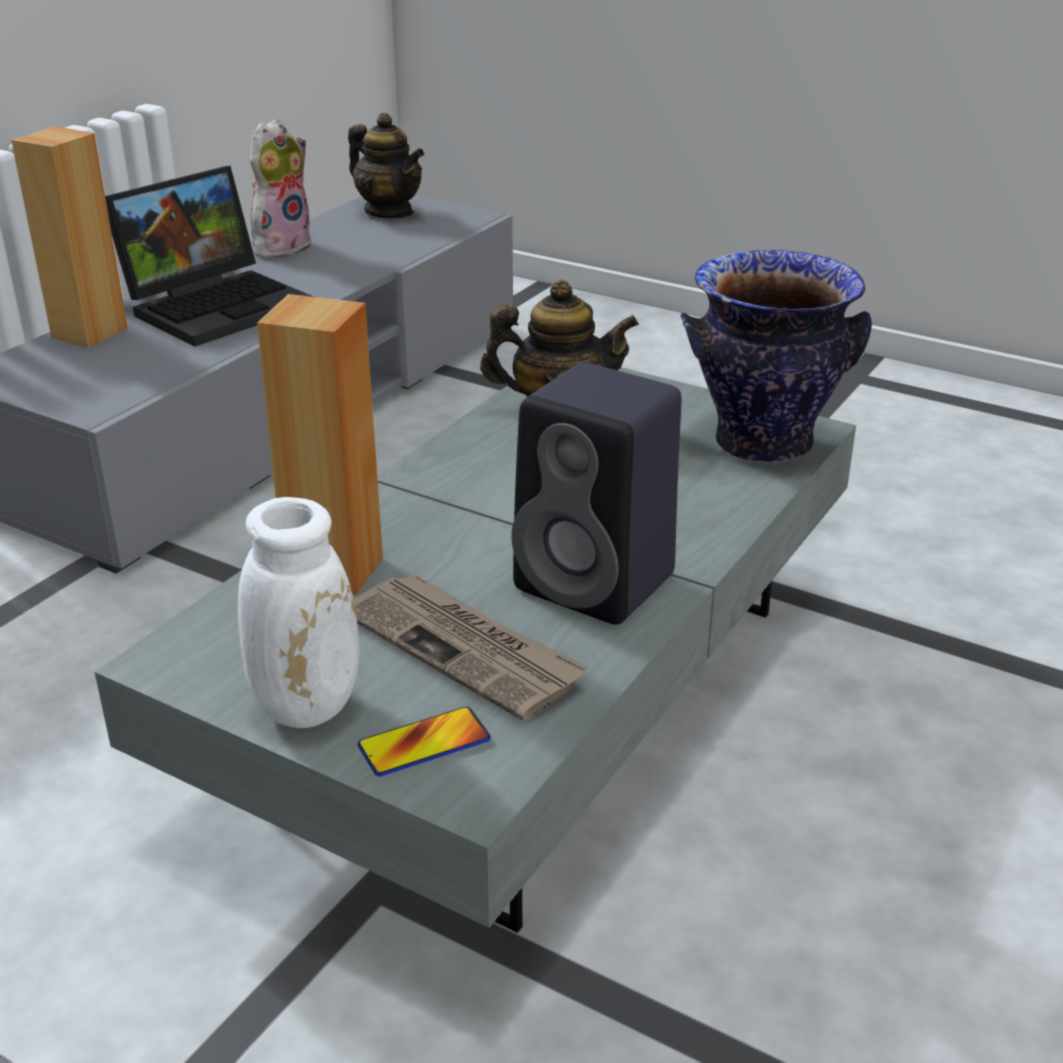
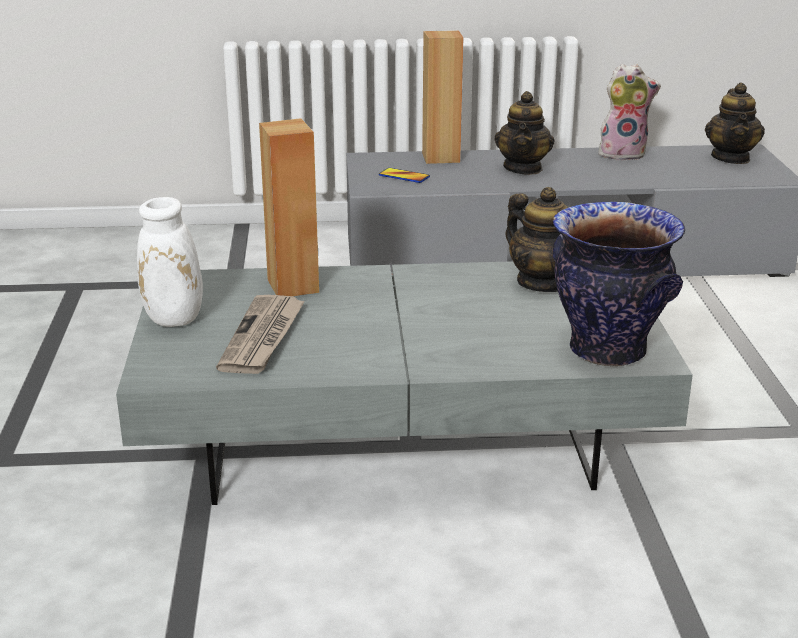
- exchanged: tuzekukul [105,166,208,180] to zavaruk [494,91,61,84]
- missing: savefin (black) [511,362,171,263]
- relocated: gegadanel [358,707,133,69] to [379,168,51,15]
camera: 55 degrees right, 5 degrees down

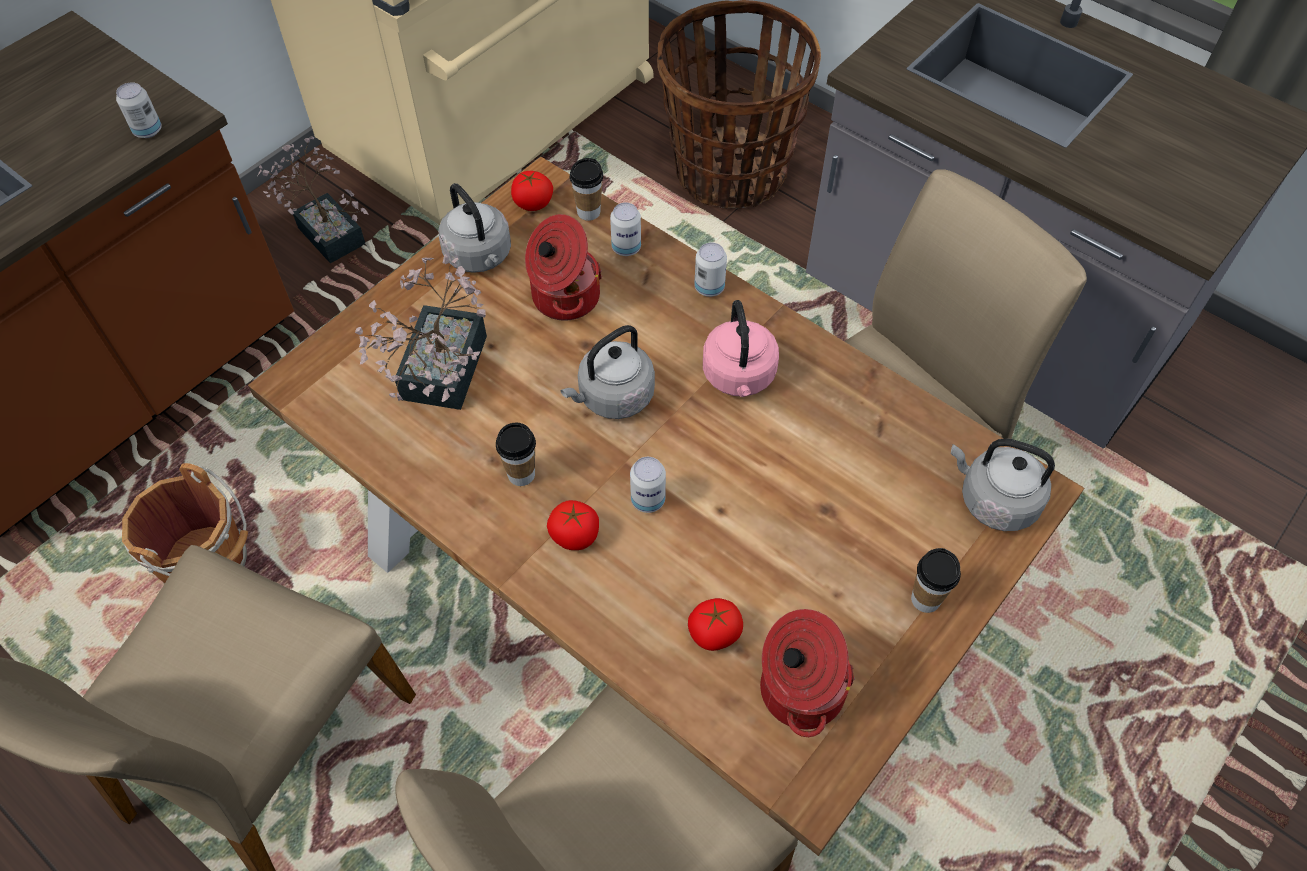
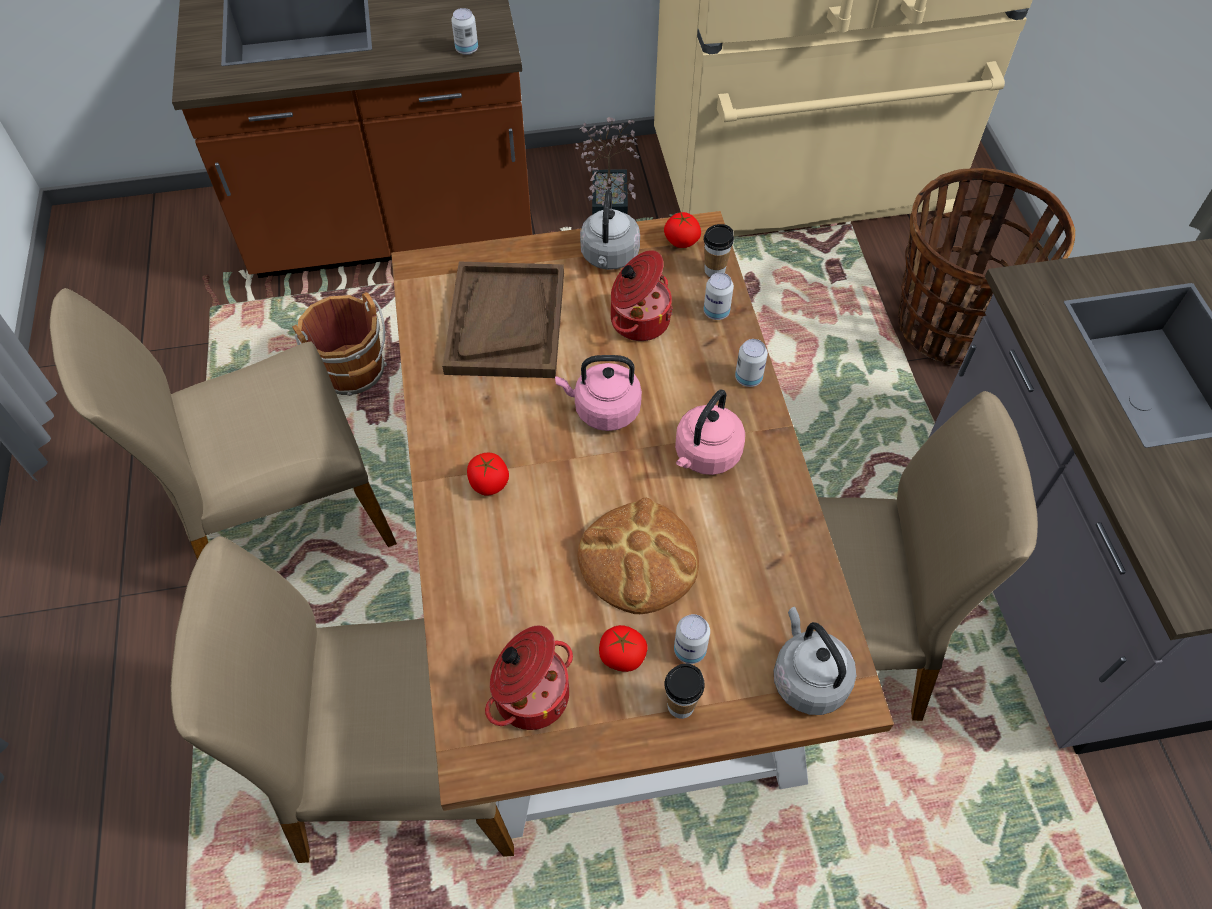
- exchanged: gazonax [355,254,132,156] to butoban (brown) [442,262,122,116]
- colour: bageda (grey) [561,325,94,94] to bageda (pink) [555,355,87,76]
- missing: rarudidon [496,423,40,63]
- relocated: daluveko [630,457,36,56] to [674,614,36,50]
- relocated: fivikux [688,598,55,53] to [599,625,48,47]
- appeared: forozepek [577,498,122,116]
camera: 40 degrees right, 0 degrees up

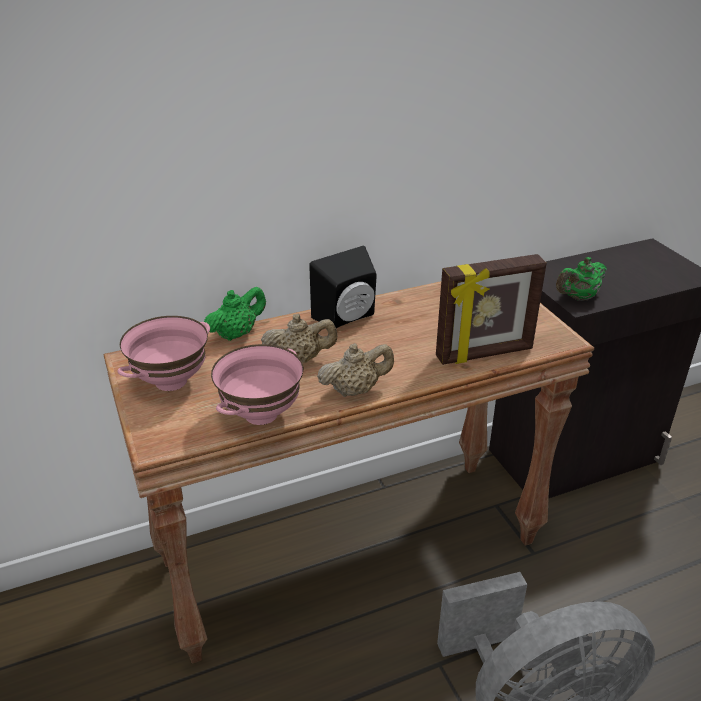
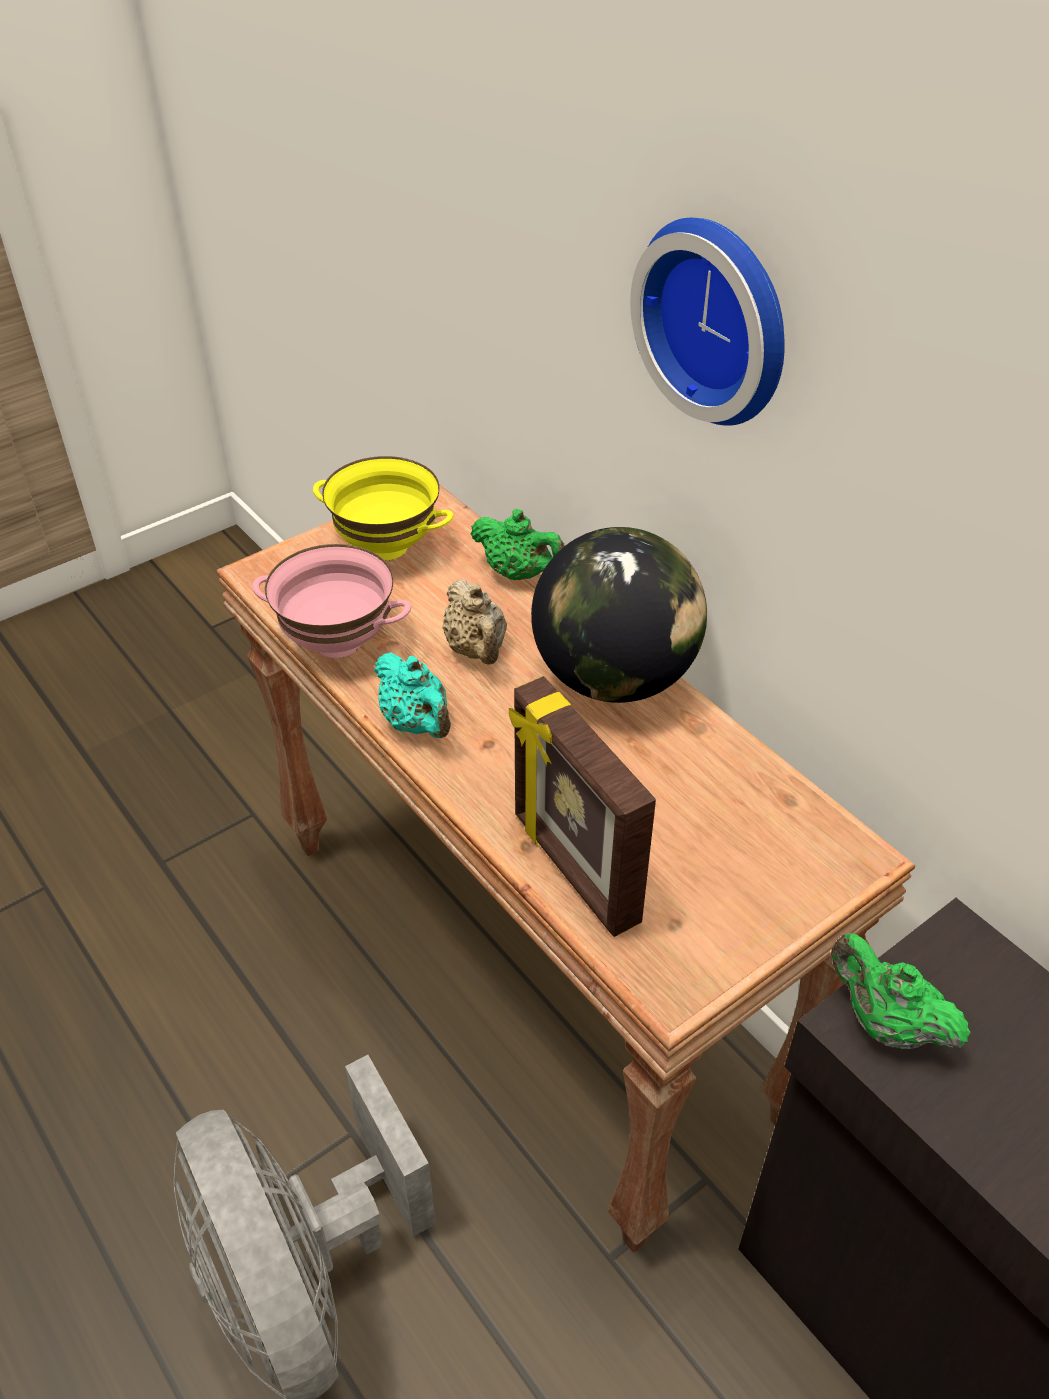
- exchanged: savefin (black) [309,246,68,82] to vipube [531,527,176,176]
- colour: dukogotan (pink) [117,316,93,75] to dukogotan (yellow) [313,456,140,104]
- colour: zavaruk (beige) [317,343,77,54] to zavaruk (turquoise) [374,652,77,86]
- appeared: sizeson [630,218,155,208]
camera: 75 degrees right, 10 degrees up

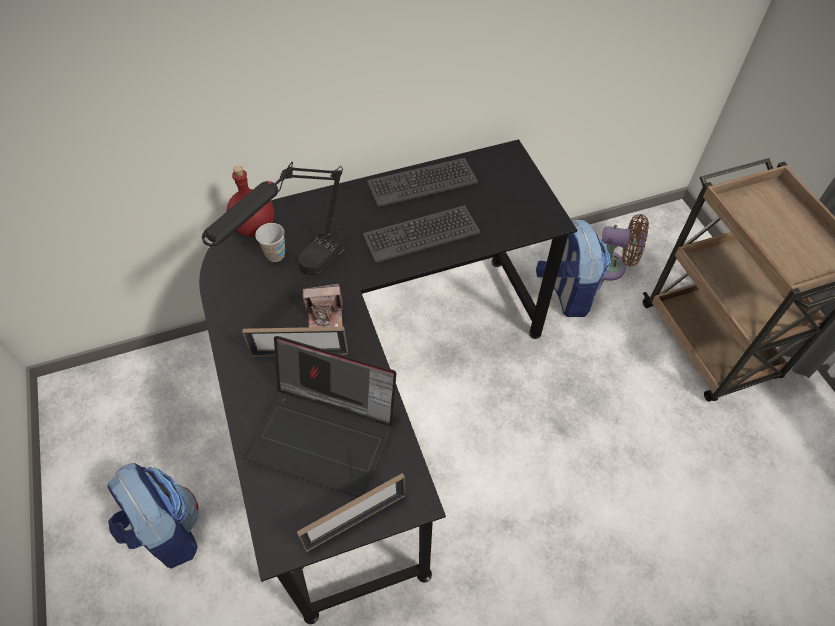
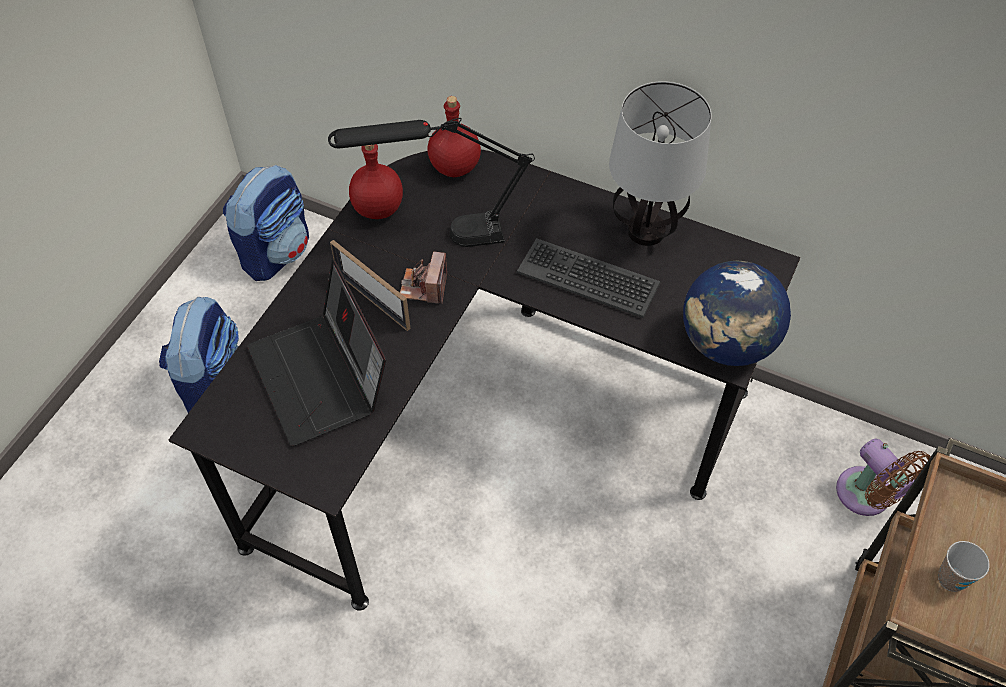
- exchanged: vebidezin [367,158,111,49] to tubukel [609,81,103,165]
- relocated: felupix [536,219,75,98] to [223,165,86,116]
- relocated: rarudidon [255,223,30,39] to [938,541,52,51]
- spun: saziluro [302,284,41,43] = [400,252,47,52] 60 degrees clockwise
- missing: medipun [297,473,109,79]
- appeared: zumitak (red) [349,144,54,75]
- appeared: vipube [683,261,108,105]
camera: 45 degrees right, 0 degrees up

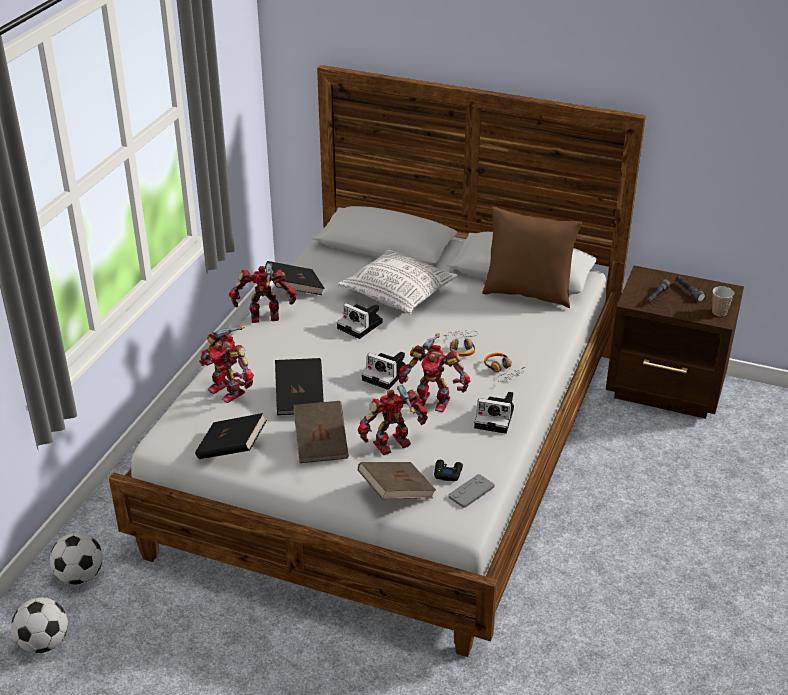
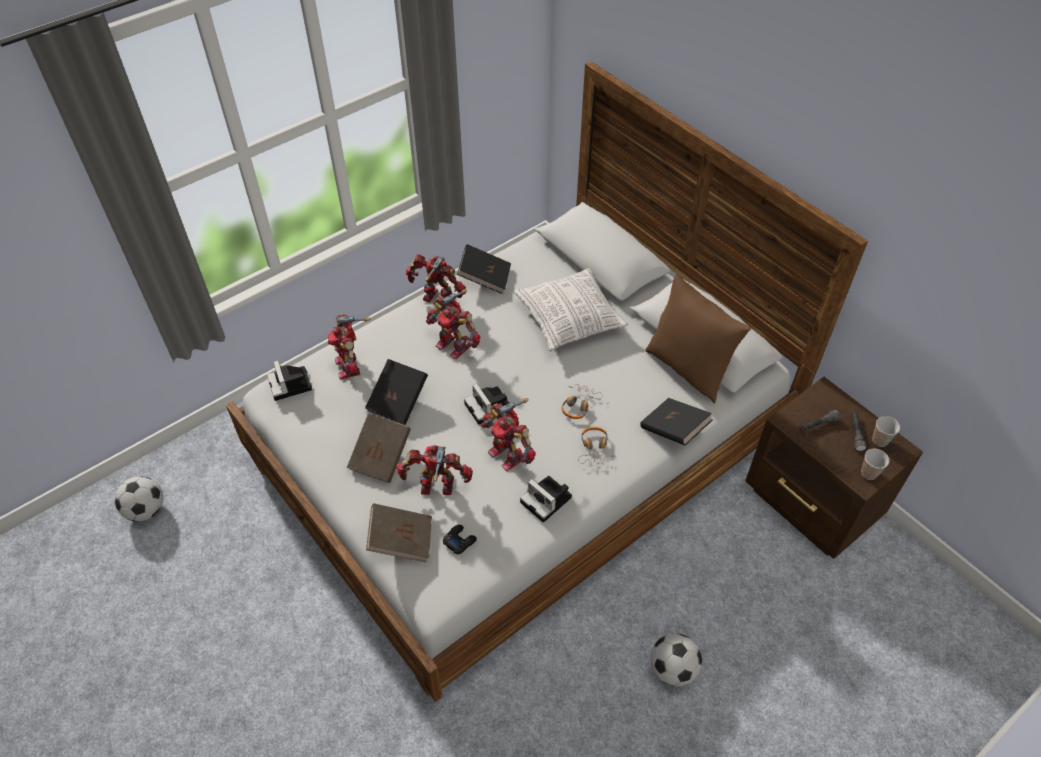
- relocated: saziluro [337,303,46,36] to [267,360,45,41]
- relocated: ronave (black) [195,413,72,46] to [640,398,73,47]
- missing: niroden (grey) [448,474,46,34]
- relocated: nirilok [50,533,53,52] to [651,633,51,53]
- appeared: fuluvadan [426,289,55,70]
- appeared: rarudidon [872,416,28,31]
camera: 30 degrees right, 15 degrees up

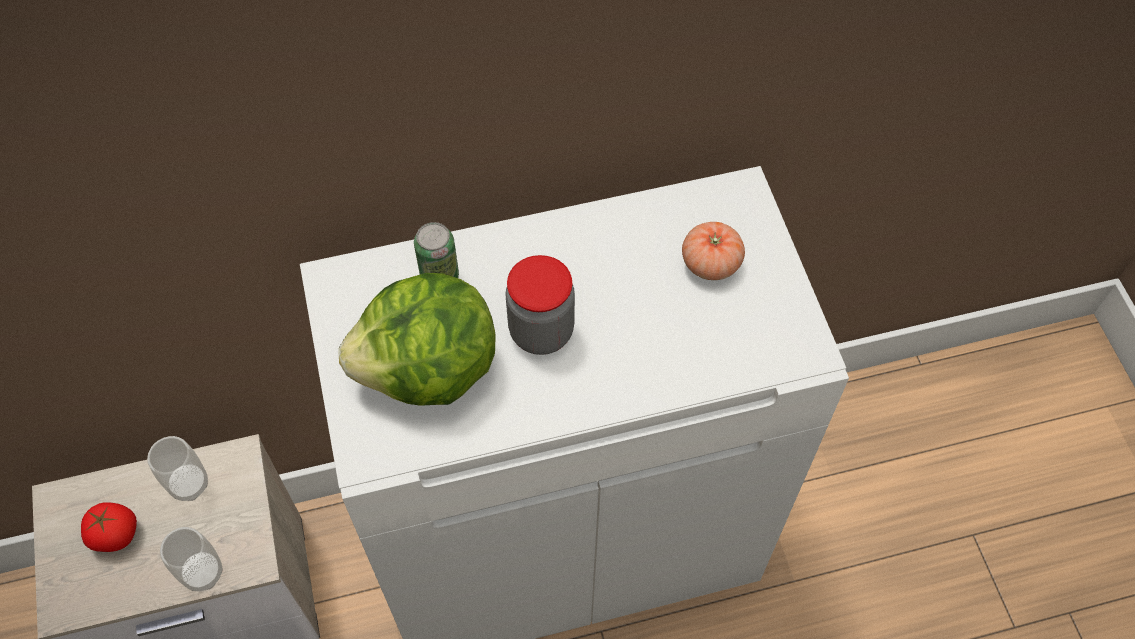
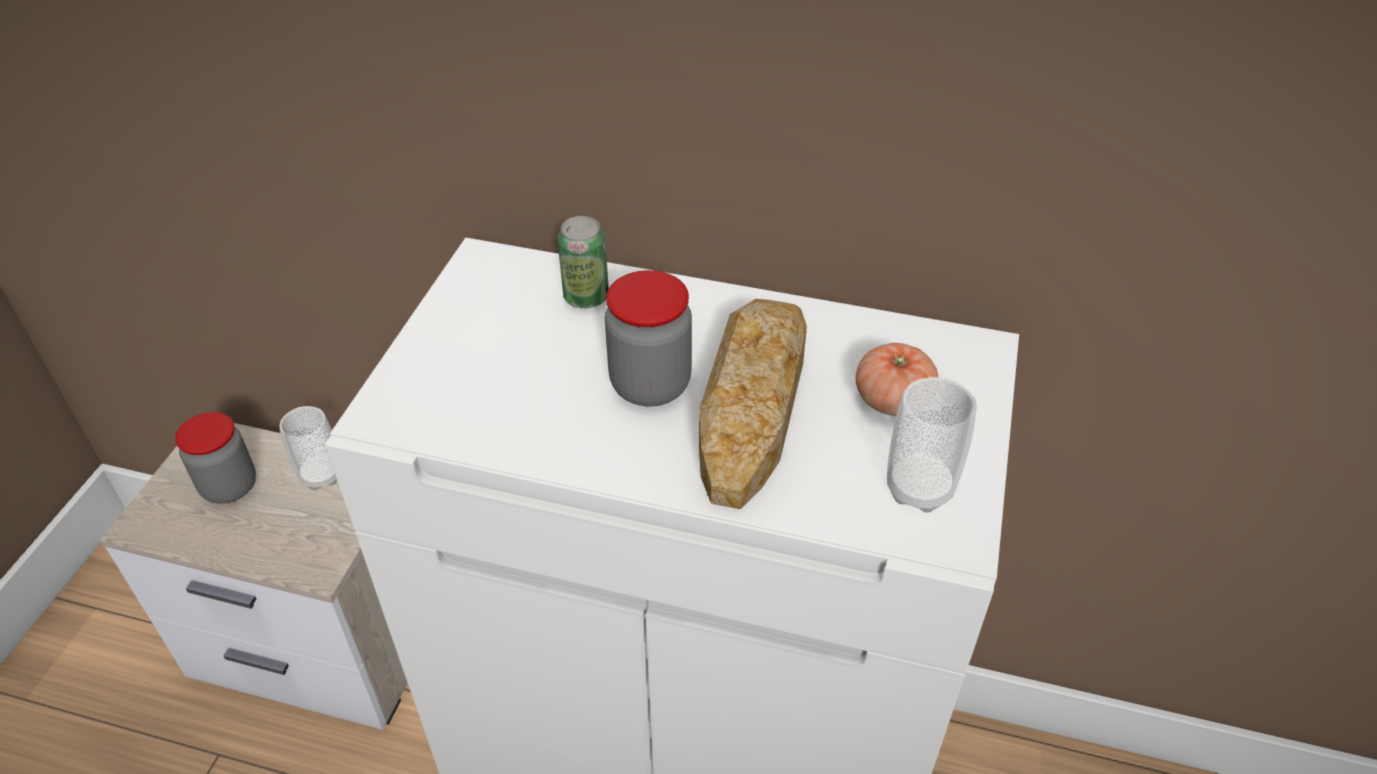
- missing: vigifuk [338,273,158,133]
- exchanged: fivikux [81,502,56,50] to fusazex [175,412,81,92]
- relocated: rarudidon [160,527,63,64] to [887,377,90,135]
- appeared: forozepek [699,299,108,210]
camera: 30 degrees right, 15 degrees down

